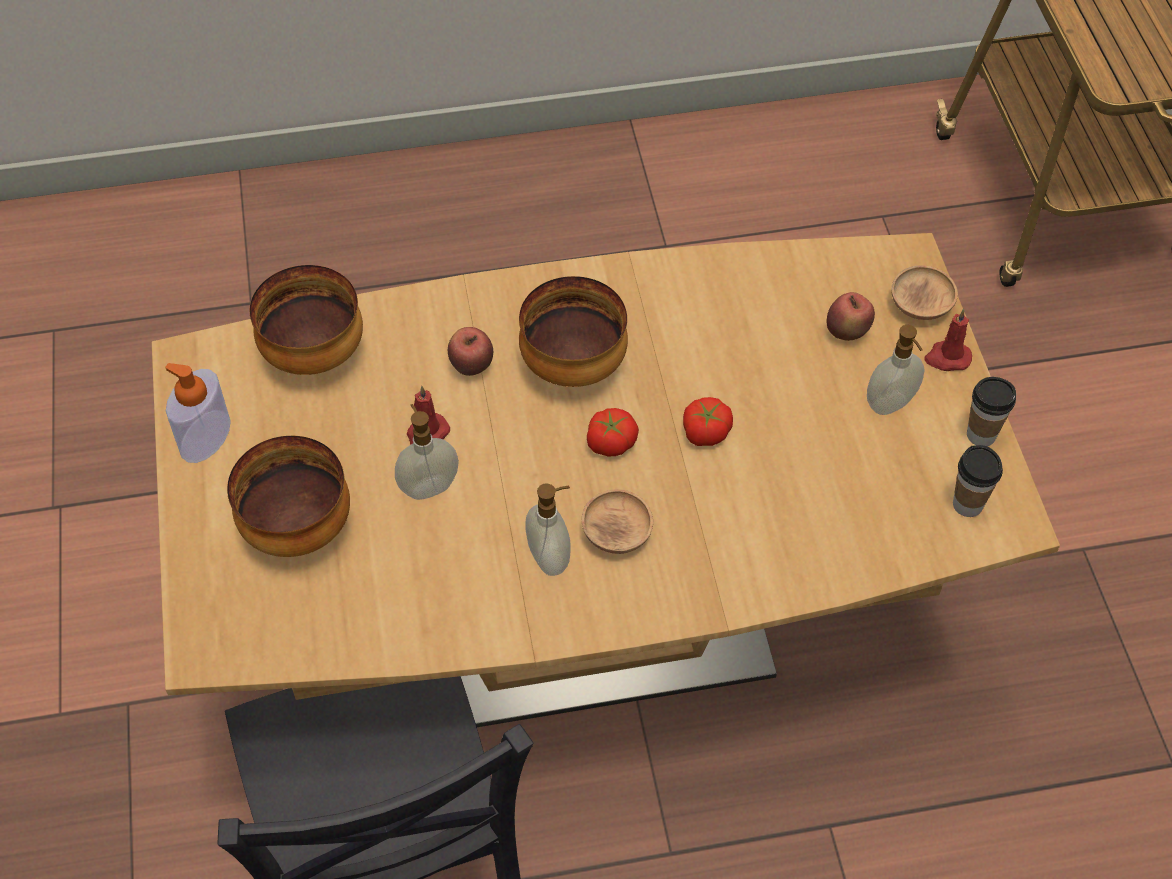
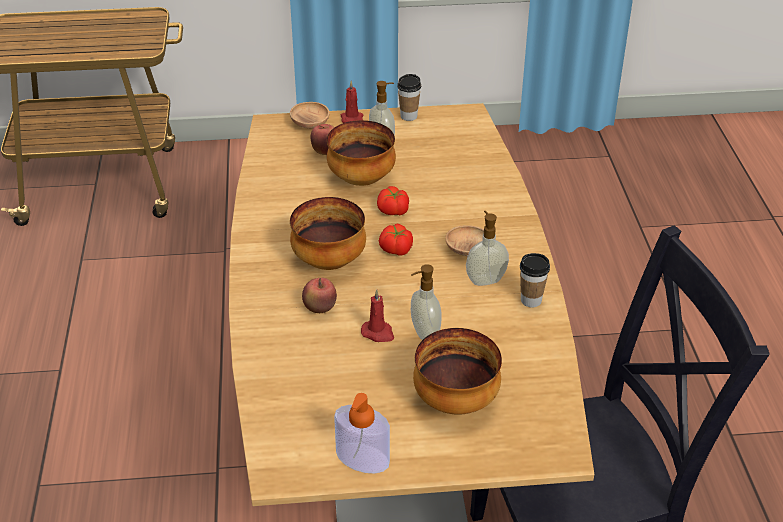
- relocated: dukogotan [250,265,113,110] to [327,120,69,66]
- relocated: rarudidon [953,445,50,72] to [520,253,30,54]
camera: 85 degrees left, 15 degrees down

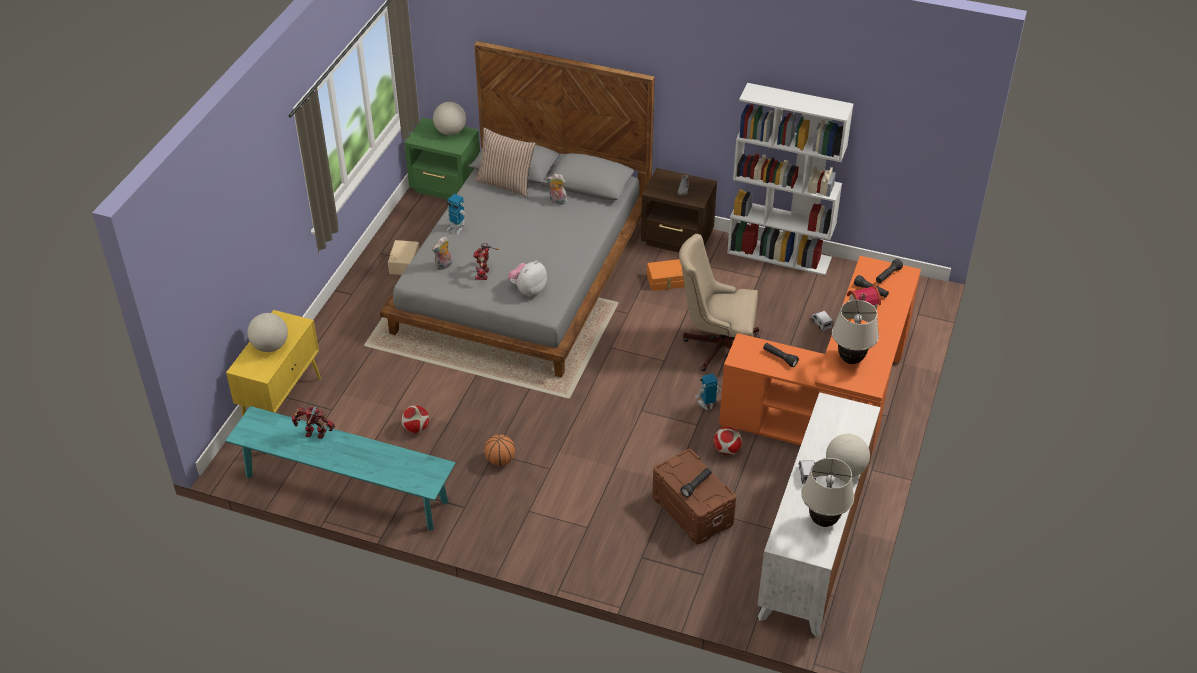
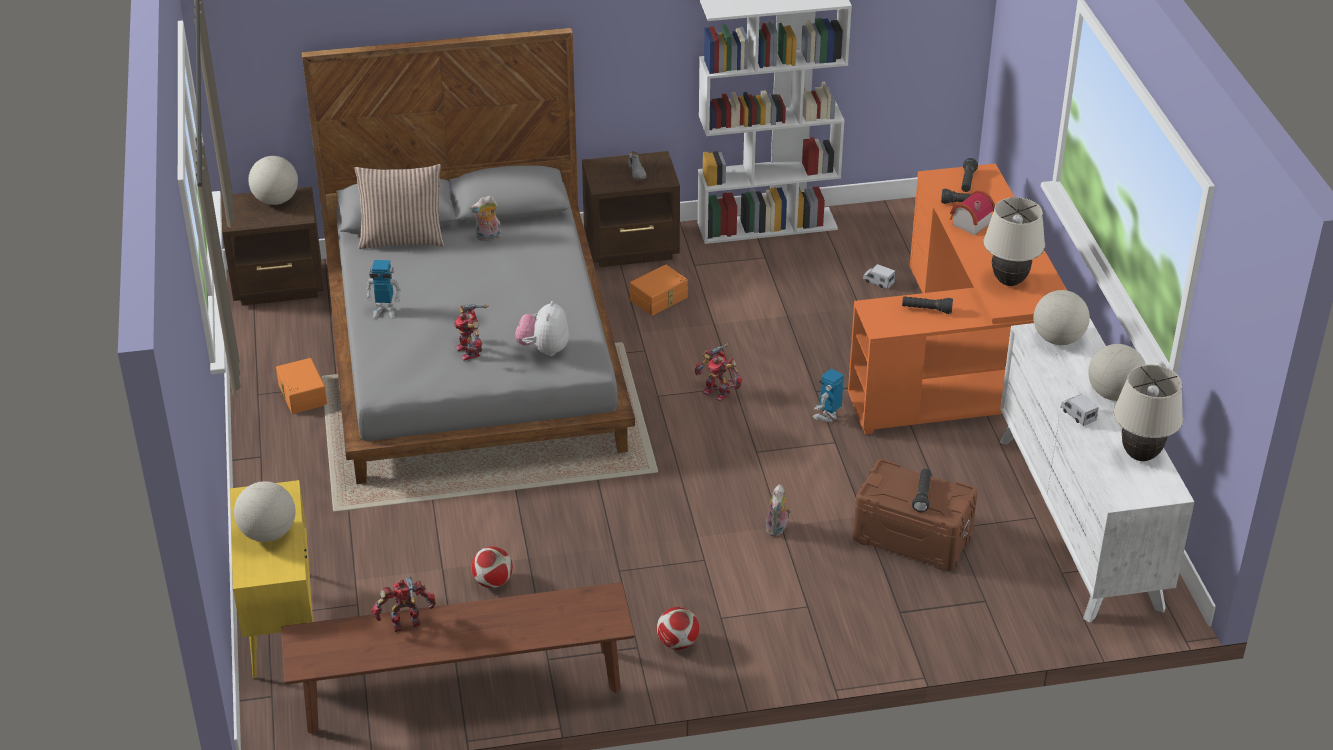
- colour: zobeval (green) [404,118,76,82] to zobeval (brown) [221,186,103,120]
- missing: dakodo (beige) [679,234,81,137]
- relocated: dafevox [432,236,20,34] to [766,484,25,53]
- colour: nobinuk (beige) [388,240,31,35] to nobinuk (orange) [276,358,51,56]
- colour: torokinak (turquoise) [225,406,231,125] to torokinak (brown) [281,582,354,153]
- relocated: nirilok [714,427,28,28] to [657,607,42,43]
- missing: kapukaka [484,435,31,31]
- appeared: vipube [1034,290,56,55]
- appeared: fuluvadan [695,343,47,58]
camera: 30 degrees left, 5 degrees down

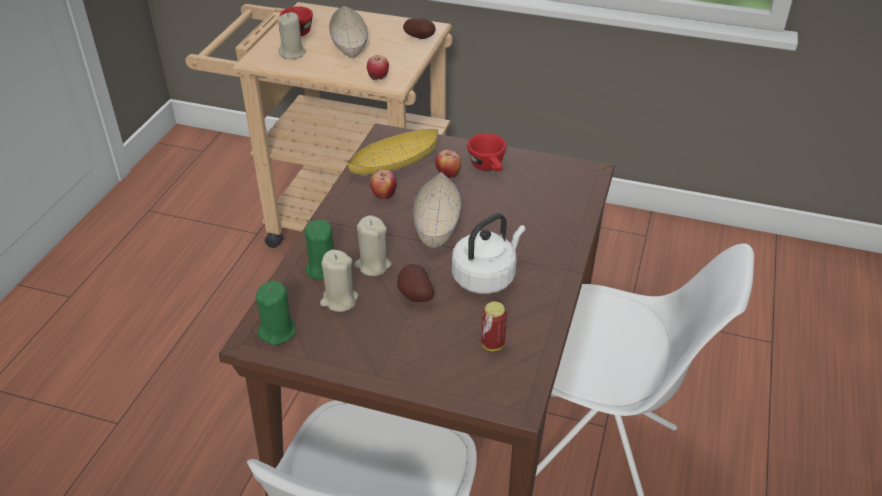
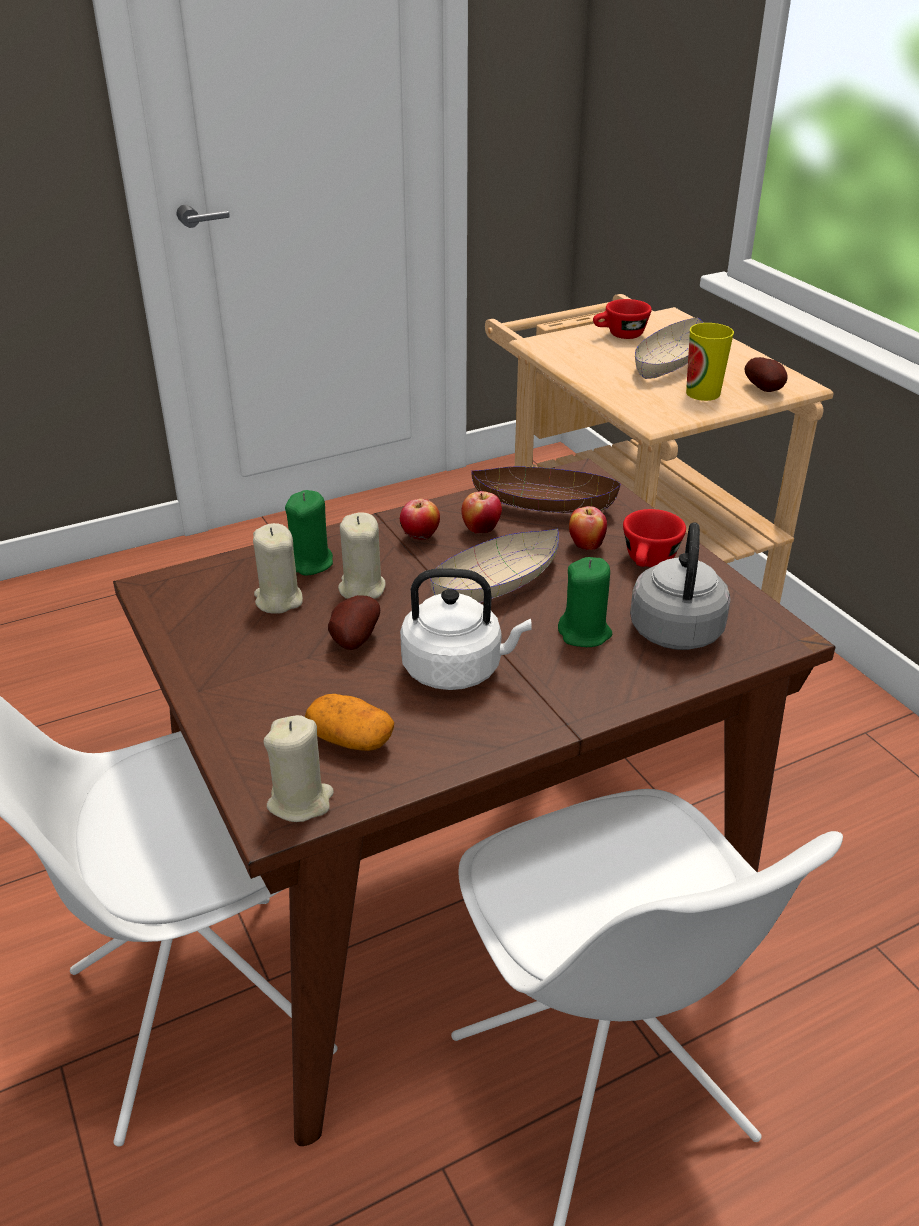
- relocated: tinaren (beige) [278,12,28,47] to [264,715,70,107]
- relocated: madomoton [367,55,22,25] to [400,499,40,41]
- colour: dukogotan (yellow) [347,129,91,46] to dukogotan (brown) [471,466,150,48]
- relocated: tinaren (green) [255,281,41,64] to [558,557,54,90]
- exchanged: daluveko [481,302,26,49] to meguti [305,694,89,57]
- appeared: rarudidon [686,323,48,78]
- appeared: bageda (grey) [630,522,101,128]
camera: 45 degrees right, 5 degrees down

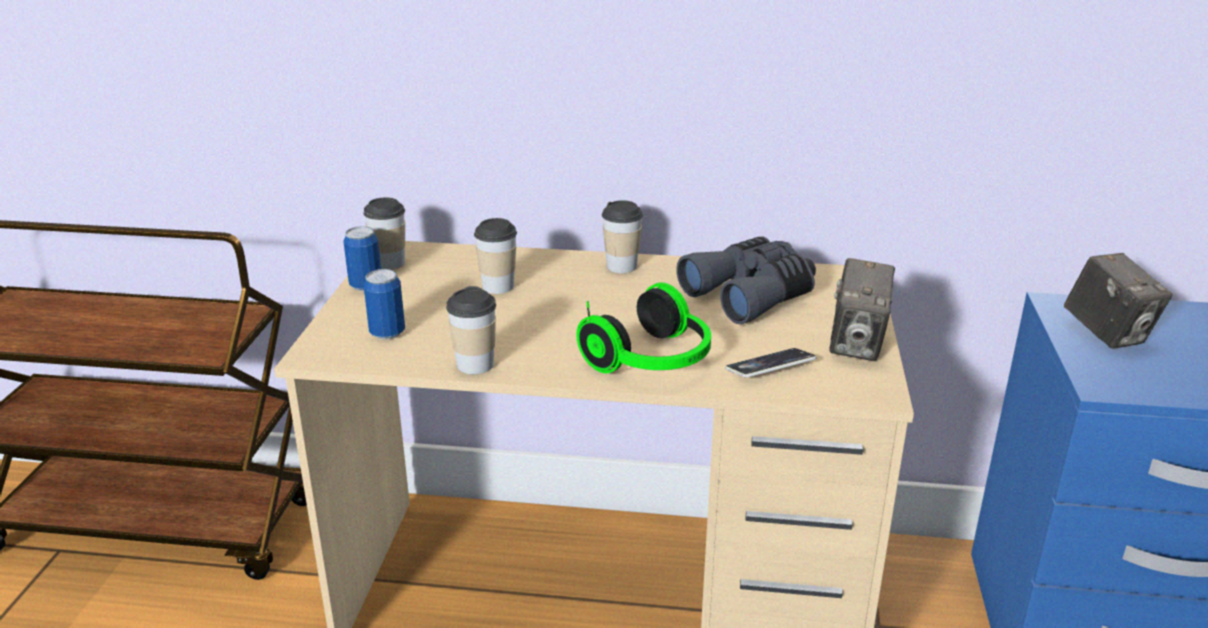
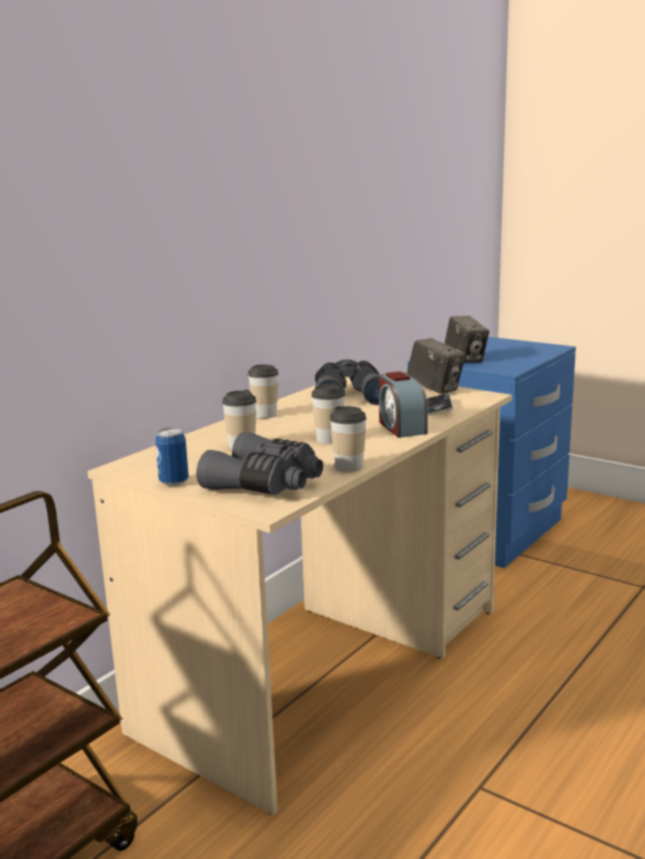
- relocated: rarudidon [363,197,42,73] to [311,384,34,60]
- spun: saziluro [1064,253,109,96] = [444,316,45,47] 60 degrees clockwise
- exchanged: daluveko [364,269,41,71] to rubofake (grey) [196,432,127,63]
- exchanged: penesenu [576,283,135,91] to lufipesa [379,371,49,67]
camera: 60 degrees left, 10 degrees down

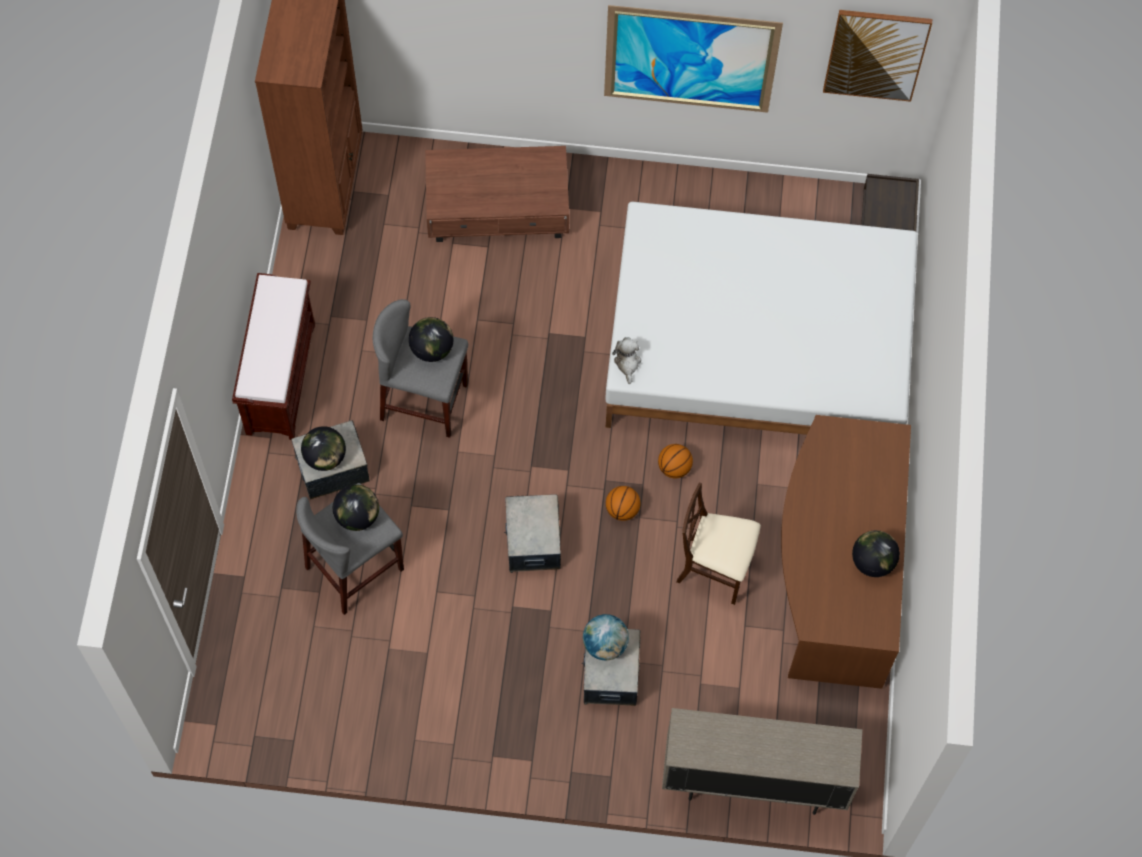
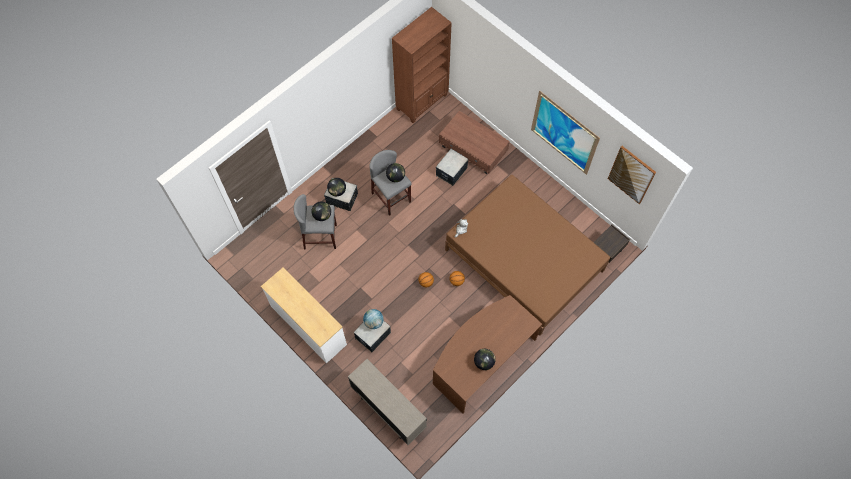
- colour: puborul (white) [605,202,313,233] to puborul (brown) [445,175,165,161]
- missing: torokinak (brown) [232,273,83,167]
- missing: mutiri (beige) [676,482,85,123]
- relocated: nobinuk [504,495,57,78] to [436,149,32,37]
- appeared: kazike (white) [261,268,86,96]
camera: 40 degrees right, 0 degrees up

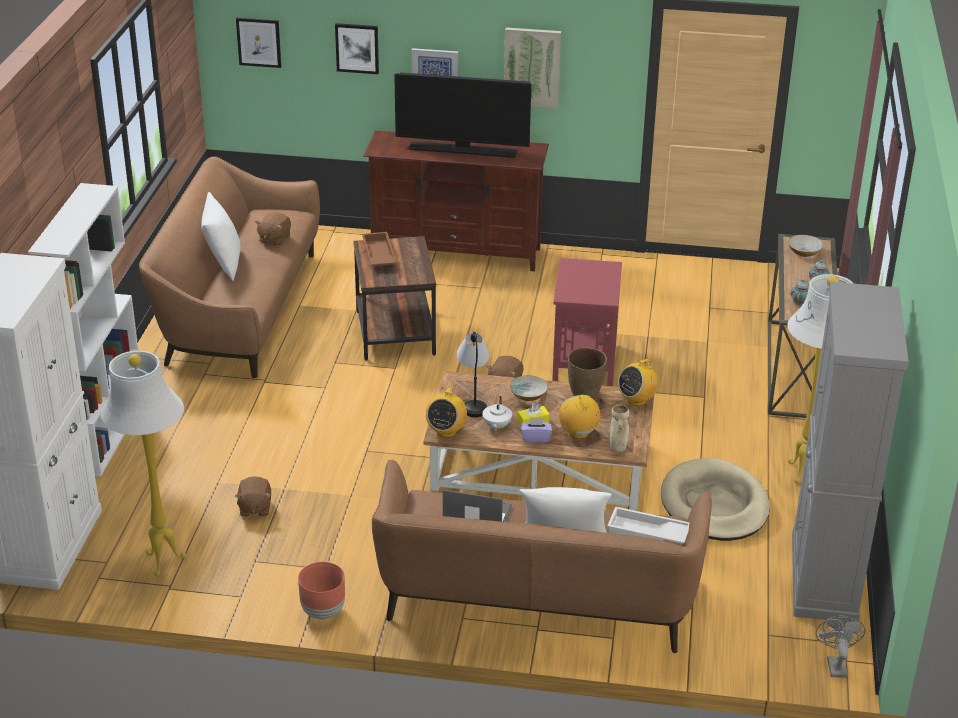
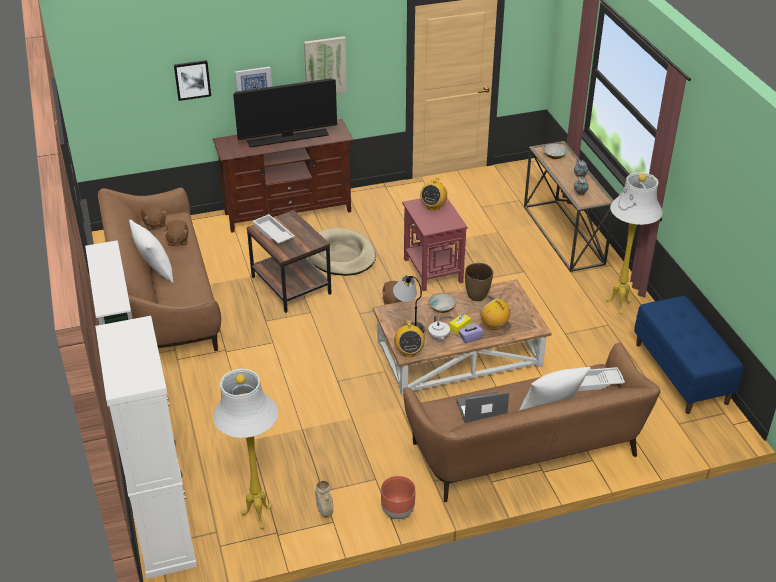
- missing: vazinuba [236,18,45,50]
- colour: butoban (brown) [362,232,35,34] to butoban (white) [253,214,42,30]
- exchanged: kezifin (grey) [792,282,117,340] to torokinak (blue) [634,296,109,118]
- relocated: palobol [618,359,41,47] to [420,178,27,33]
- relocated: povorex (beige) [610,405,19,48] to [315,481,18,36]
- relocated: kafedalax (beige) [661,458,109,83] to [308,228,68,48]
- relocated: dafevox (brown) [234,476,37,41] to [141,204,25,26]
- missing: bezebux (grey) [816,615,50,63]
camera: 25 degrees left, 5 degrees up

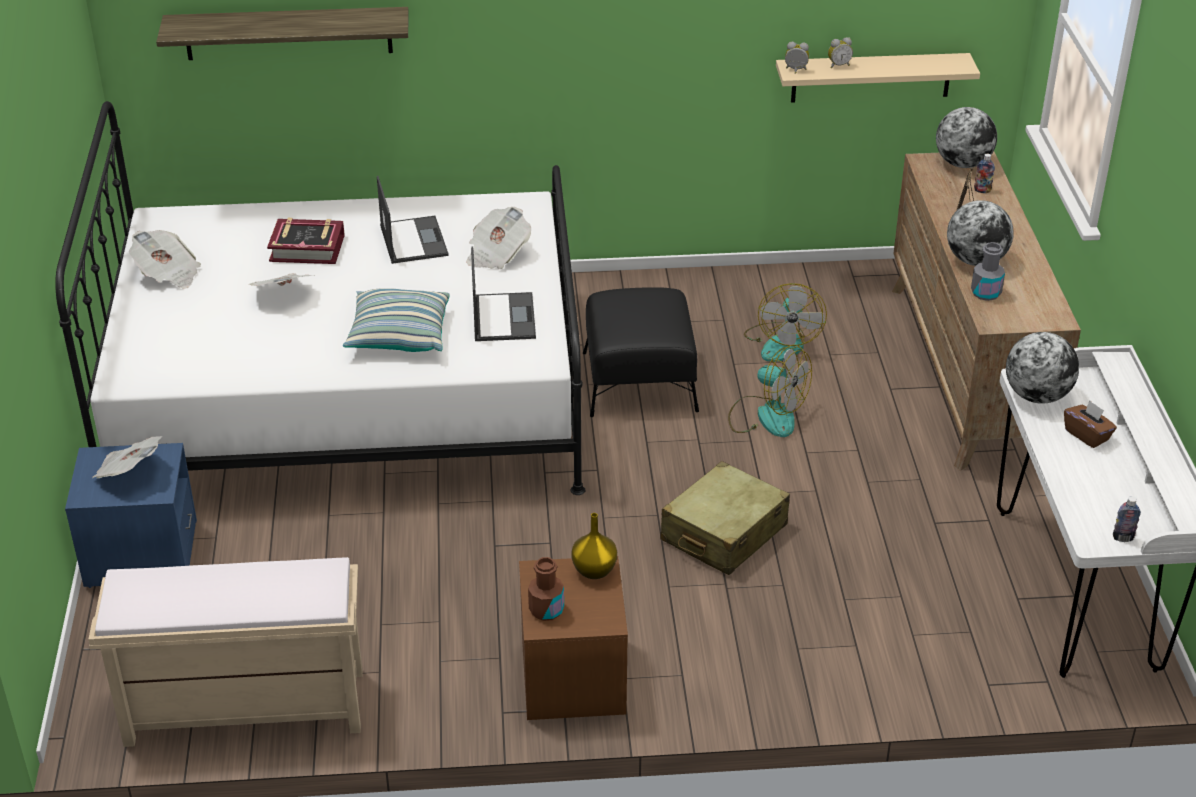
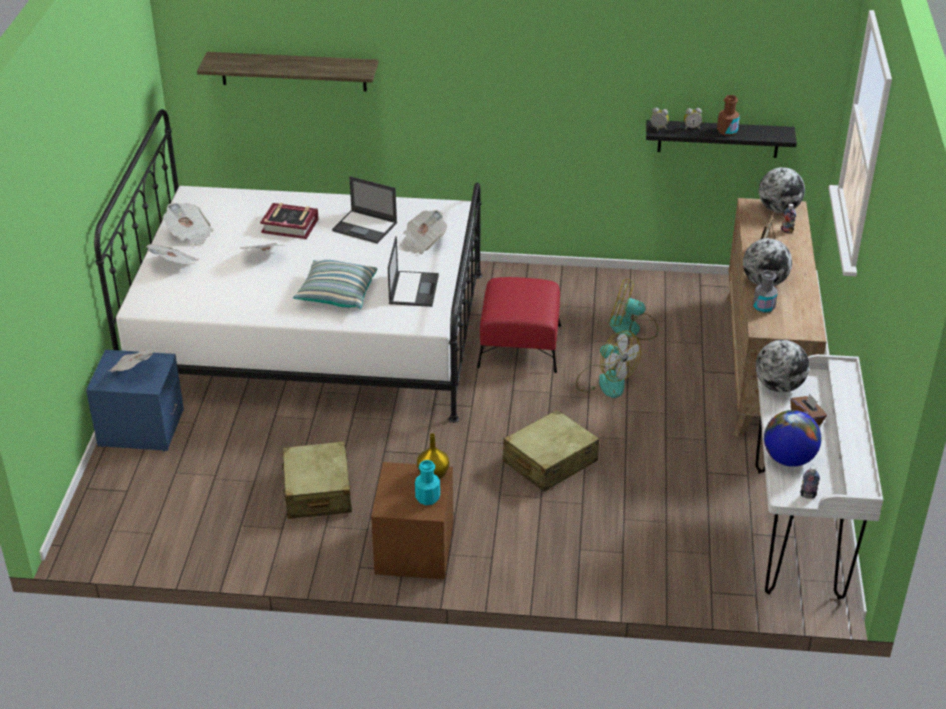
- colour: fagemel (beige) [776,53,204,50] to fagemel (black) [646,120,151,38]
- spun: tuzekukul [377,176,72,88] = [332,176,65,68] 120 degrees clockwise
- spun: bezebux [744,283,83,79] = [609,279,49,61] 90 degrees clockwise
- colour: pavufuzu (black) [583,287,116,130] to pavufuzu (red) [477,277,84,96]
- missing: torokinak (beige) [88,557,275,190]
- relocated: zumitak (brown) [528,557,36,64] to [717,95,23,41]
- appeared: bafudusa [146,244,53,21]
- appeared: vipube [764,410,57,57]
- appeared: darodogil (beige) [281,441,71,78]
- appeared: zumitak (turquoise) [415,460,25,45]
camera: 10 degrees right, 0 degrees up

